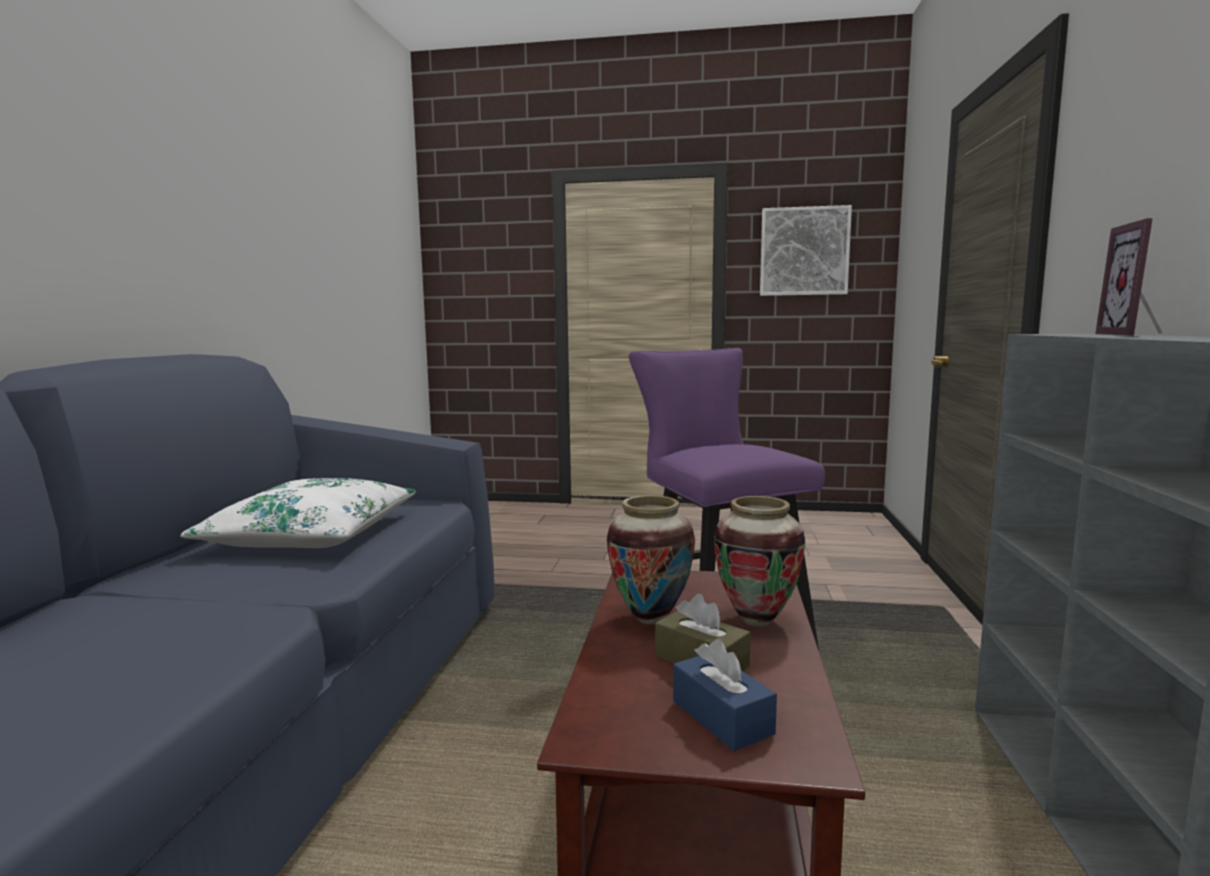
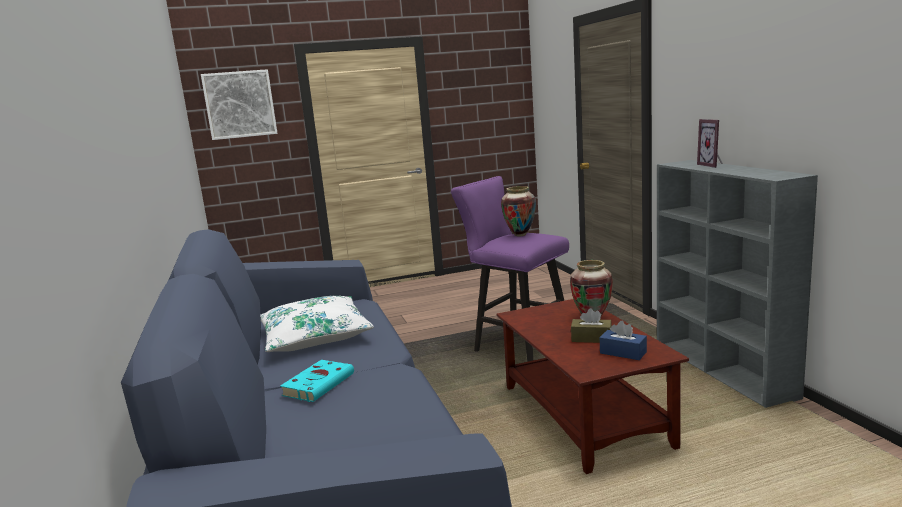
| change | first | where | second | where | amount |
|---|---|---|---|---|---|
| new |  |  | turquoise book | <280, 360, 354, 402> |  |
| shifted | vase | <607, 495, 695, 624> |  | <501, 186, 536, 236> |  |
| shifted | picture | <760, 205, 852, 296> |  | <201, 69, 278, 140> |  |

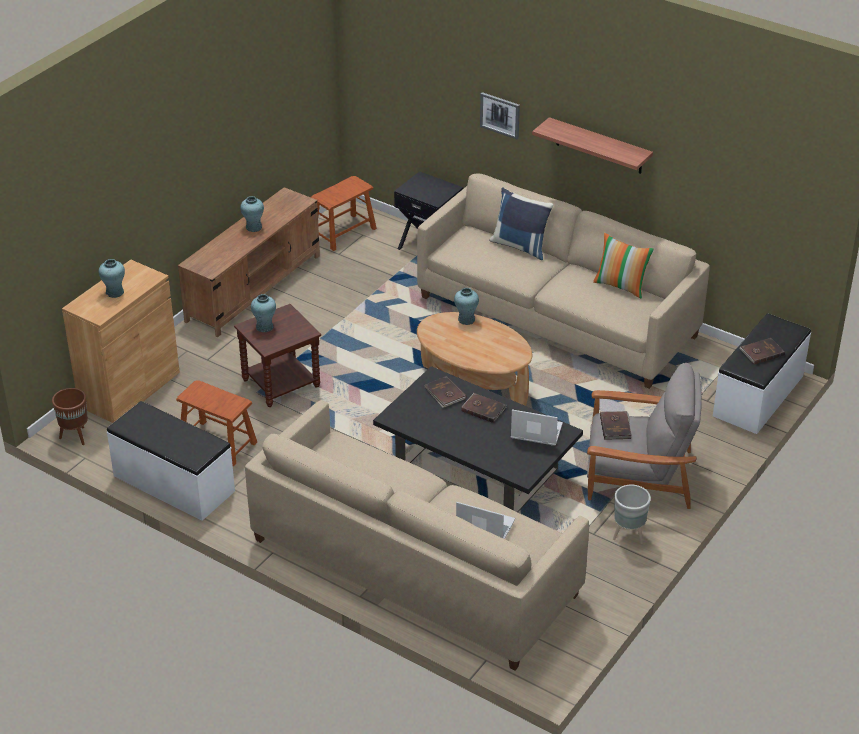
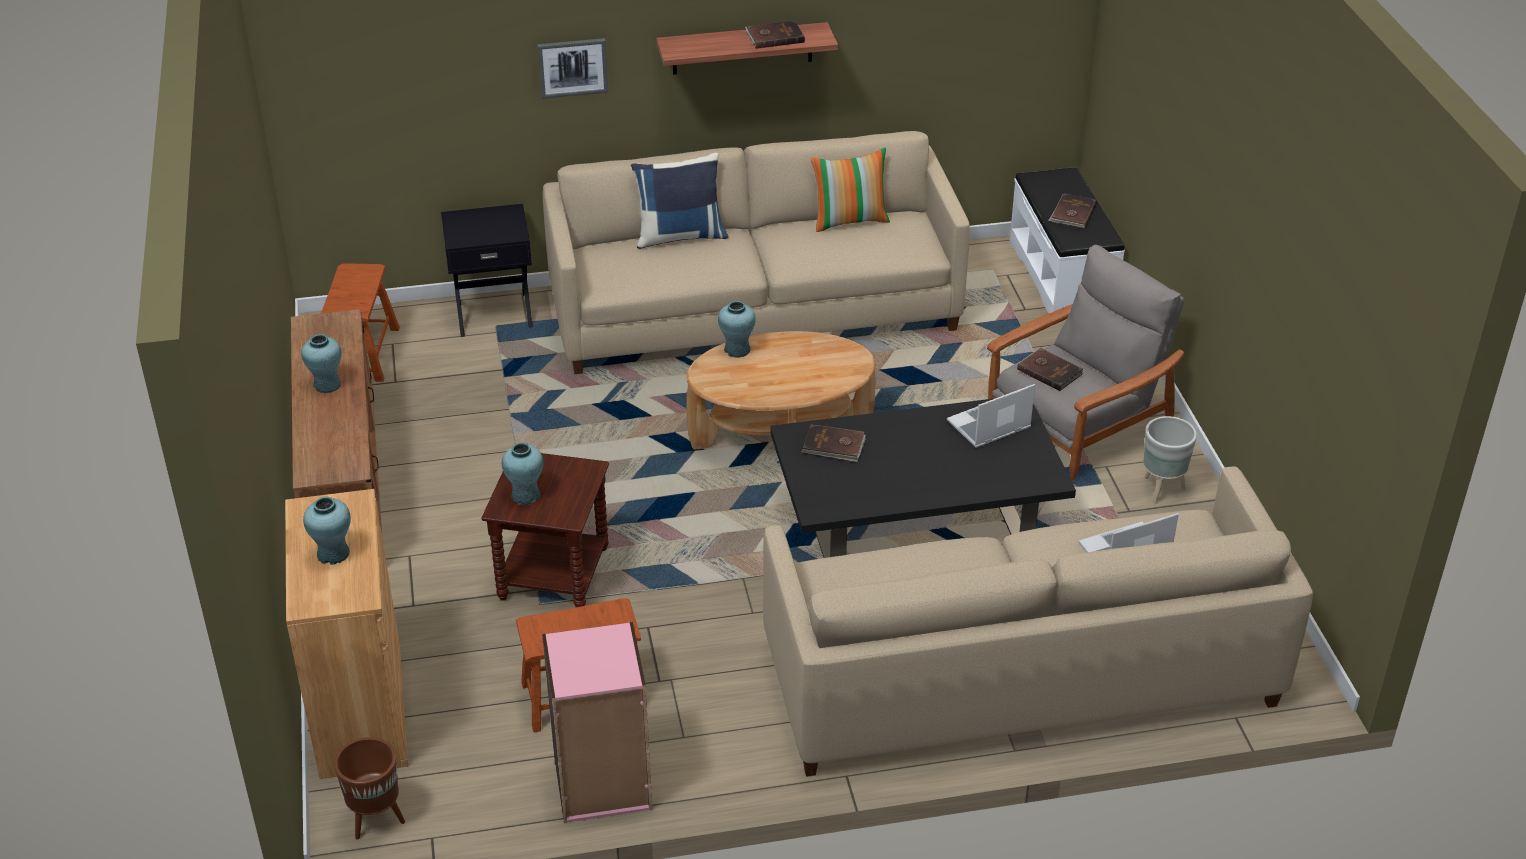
| change | first | where | second | where | amount |
|---|---|---|---|---|---|
| shifted | brown book | <461, 393, 507, 423> |  | <745, 20, 805, 49> |  |
| swapped | white bench | <107, 401, 235, 521> | pink bookcase | <542, 622, 652, 823> |  |

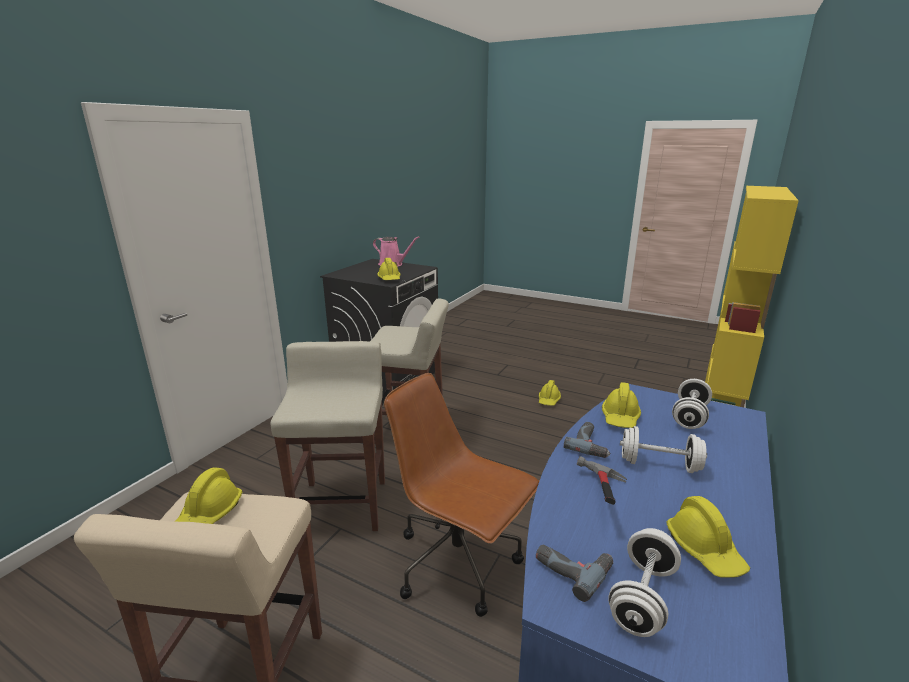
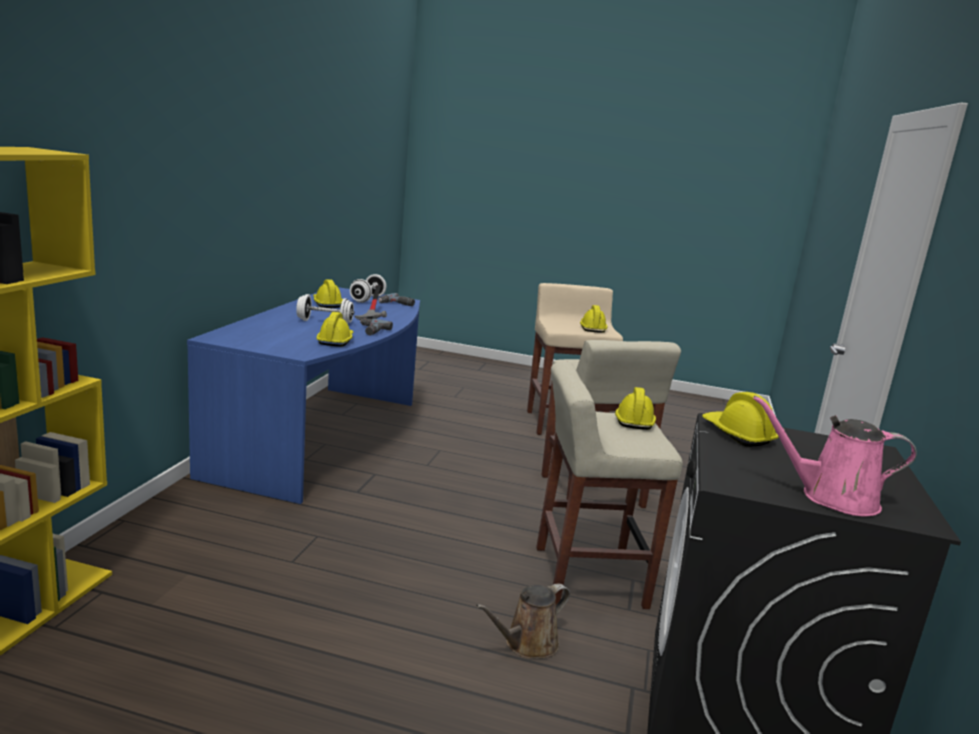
| change | first | where | second | where | amount |
|---|---|---|---|---|---|
| gone | brown office chair | <384, 373, 539, 617> |  |  |  |
| gone | white dumbbell | <672, 379, 712, 429> |  |  |  |
| new |  |  | brown watering can | <476, 584, 570, 658> |  |
| shifted | yellow hard hat | <539, 380, 561, 406> |  | <615, 387, 656, 430> |  |

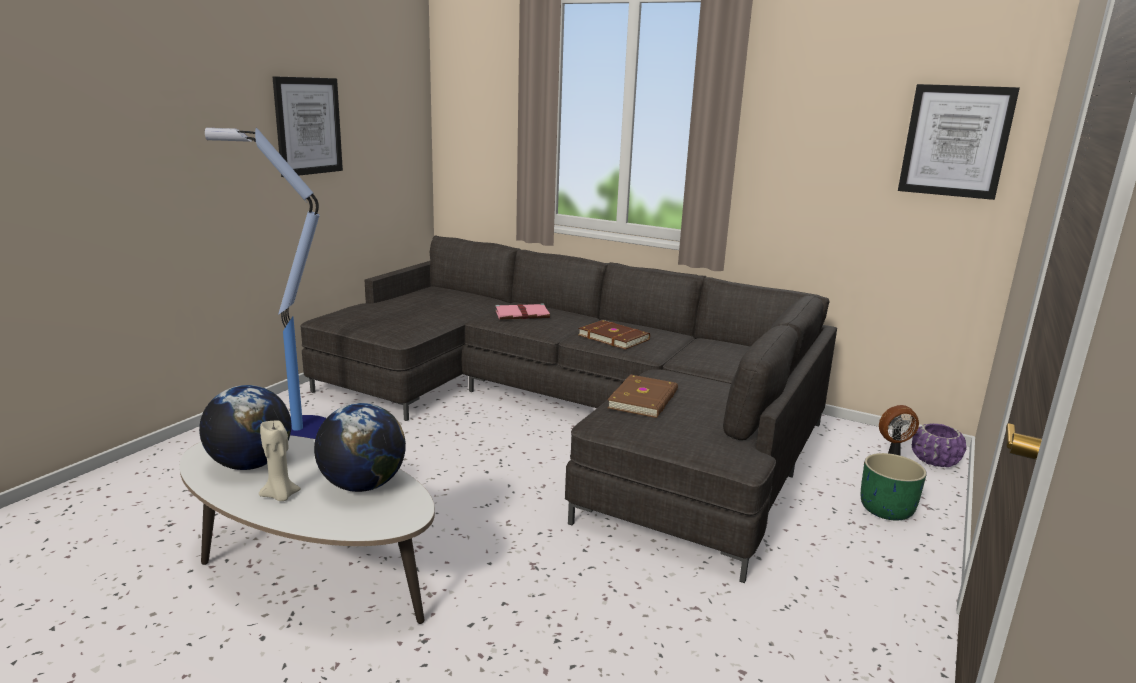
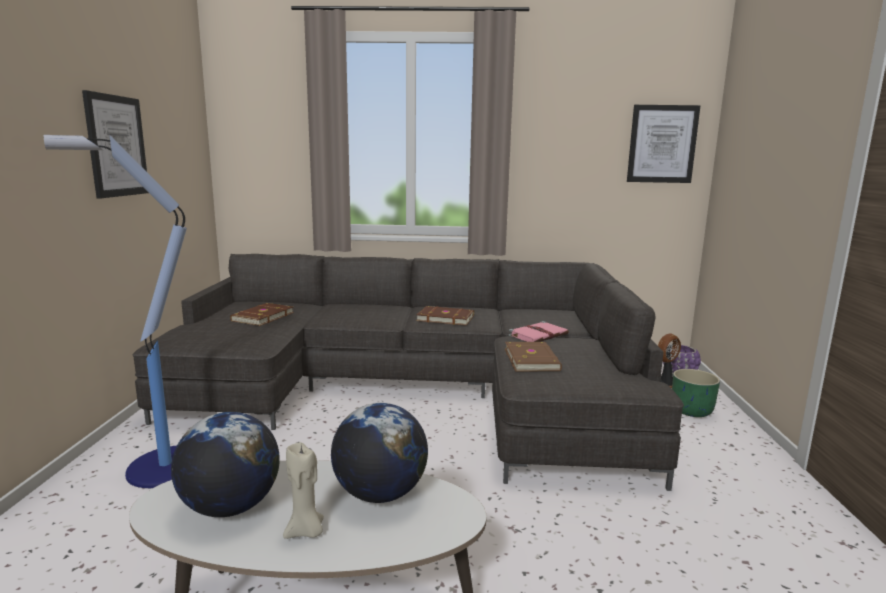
| change | first | where | second | where | amount |
|---|---|---|---|---|---|
| new |  |  | brown book | <230, 303, 294, 326> |  |
| shifted | pink book | <495, 304, 550, 319> |  | <509, 321, 569, 342> |  |

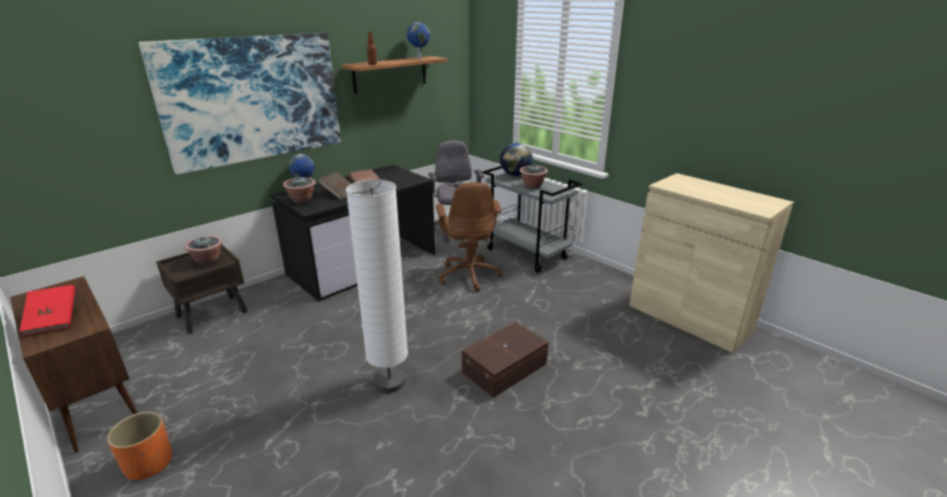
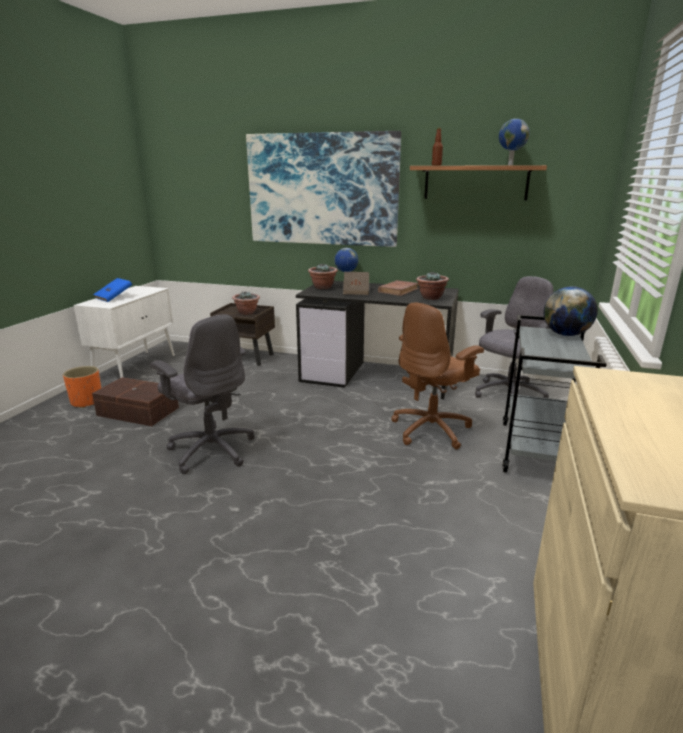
| change | first | where | second | where | amount |
|---|---|---|---|---|---|
| shifted | brown storage box | <462, 322, 549, 398> |  | <92, 377, 179, 426> |  |
| shifted | potted plant | <520, 164, 548, 189> |  | <416, 272, 449, 300> |  |
| swapped | white floor lamp | <346, 180, 408, 393> | grey office chair | <150, 314, 255, 474> |  |
| repainted | brown cabinet | <10, 276, 138, 452> | white cabinet | <73, 286, 175, 378> |  |
| repainted | red book | <19, 285, 75, 336> | blue book | <93, 278, 132, 302> |  |

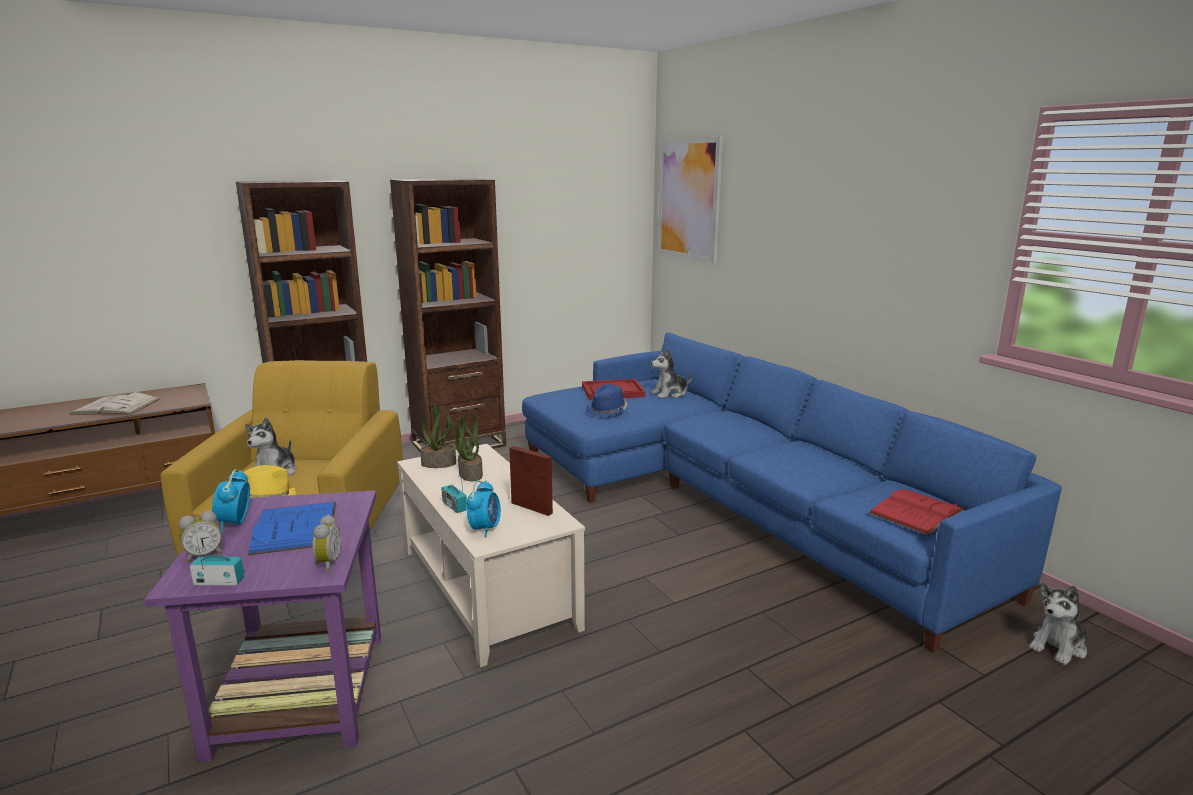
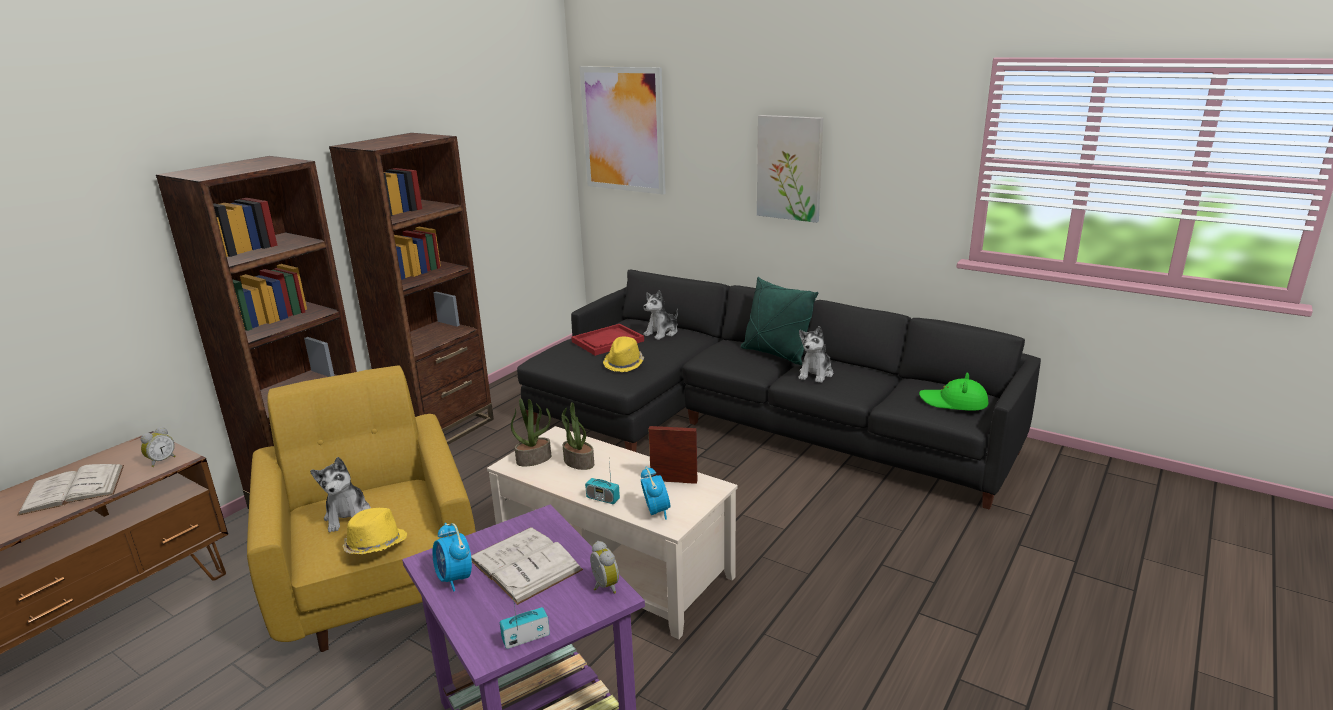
| change | first | where | second | where | amount |
|---|---|---|---|---|---|
| new |  |  | green pillow | <741, 277, 818, 365> |  |
| new |  |  | picture | <757, 115, 823, 223> |  |
| shifted | alarm clock | <179, 511, 222, 562> |  | <141, 427, 176, 467> |  |
| shifted | plush toy | <1029, 582, 1087, 665> |  | <798, 326, 833, 383> |  |
| swapped | red book | <869, 489, 964, 535> | green hat | <919, 372, 988, 411> |  |
| repainted | blue book | <248, 502, 336, 555> | white book | <471, 527, 583, 605> |  |
| repainted | blue sofa | <522, 332, 1062, 653> | black sofa | <517, 270, 1041, 510> |  |
| repainted | blue hat | <586, 384, 627, 417> | yellow hat | <603, 336, 644, 372> |  |

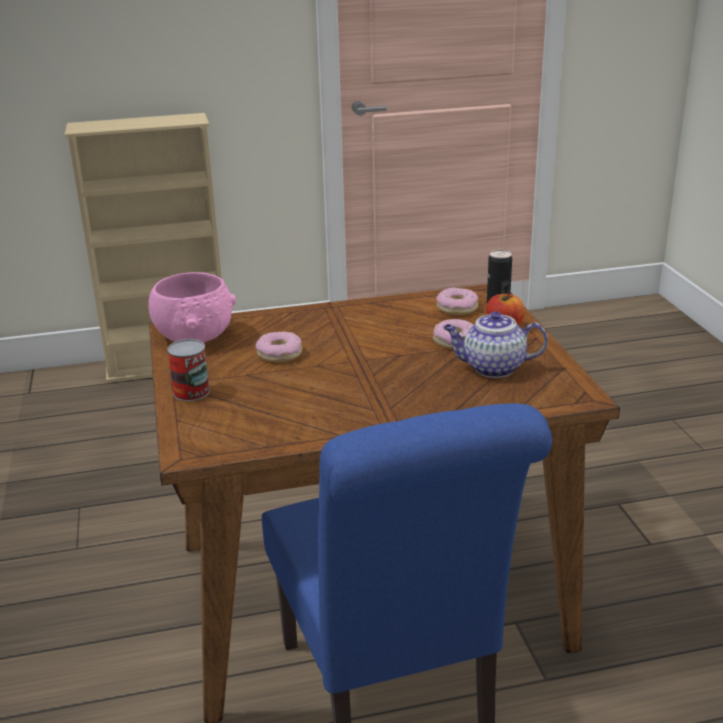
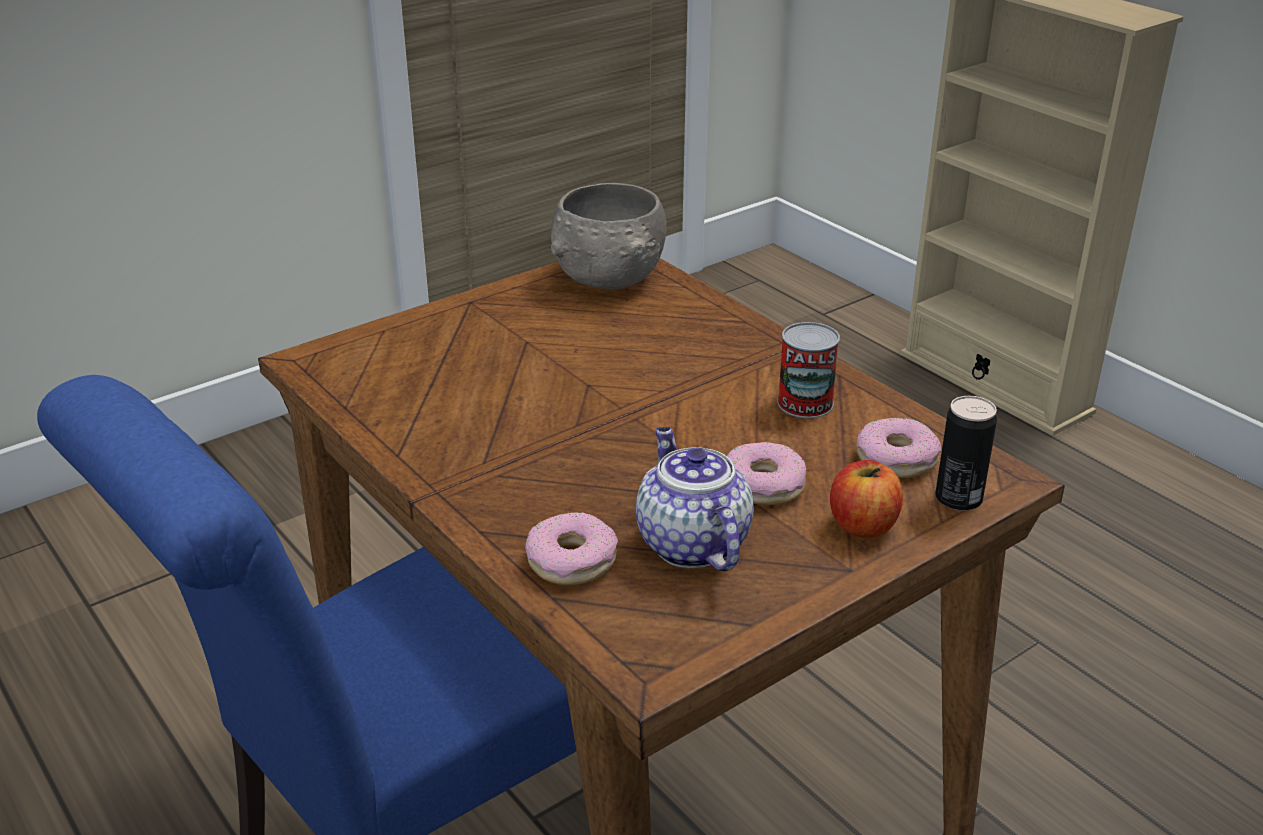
| change | first | where | second | where | amount |
|---|---|---|---|---|---|
| shifted | can | <167, 339, 210, 401> |  | <777, 322, 840, 418> |  |
| shifted | donut | <255, 332, 302, 362> |  | <525, 512, 618, 585> |  |
| repainted | pink bowl | <148, 272, 236, 342> | grey bowl | <551, 183, 667, 289> |  |

